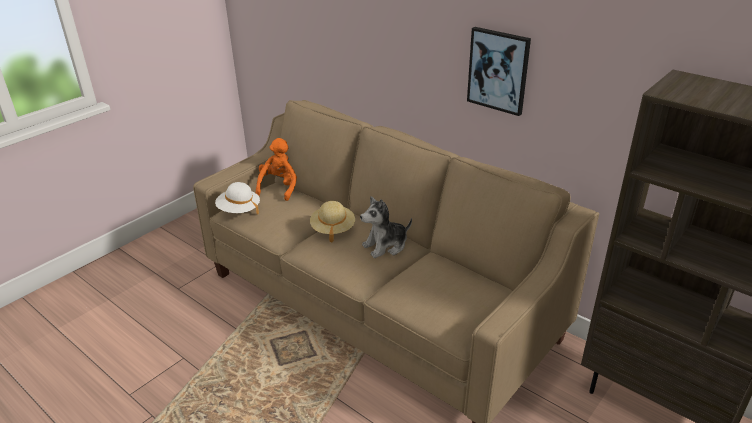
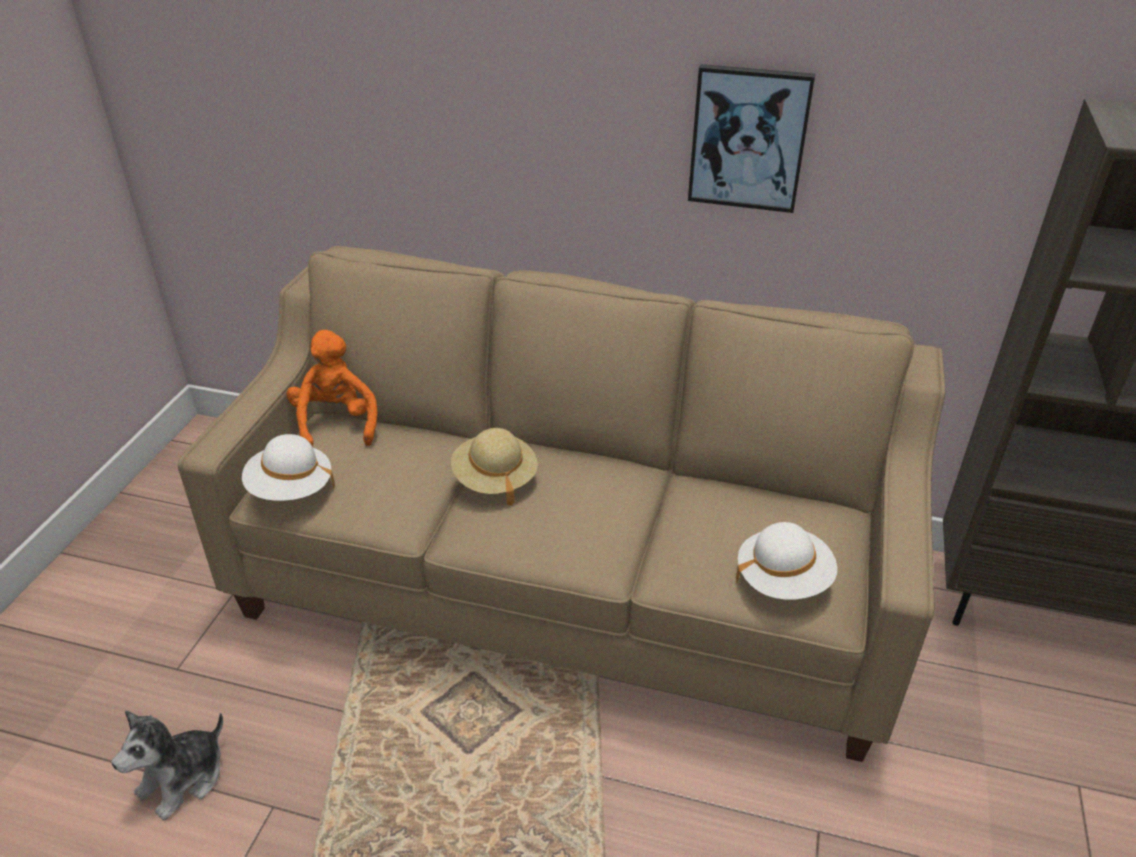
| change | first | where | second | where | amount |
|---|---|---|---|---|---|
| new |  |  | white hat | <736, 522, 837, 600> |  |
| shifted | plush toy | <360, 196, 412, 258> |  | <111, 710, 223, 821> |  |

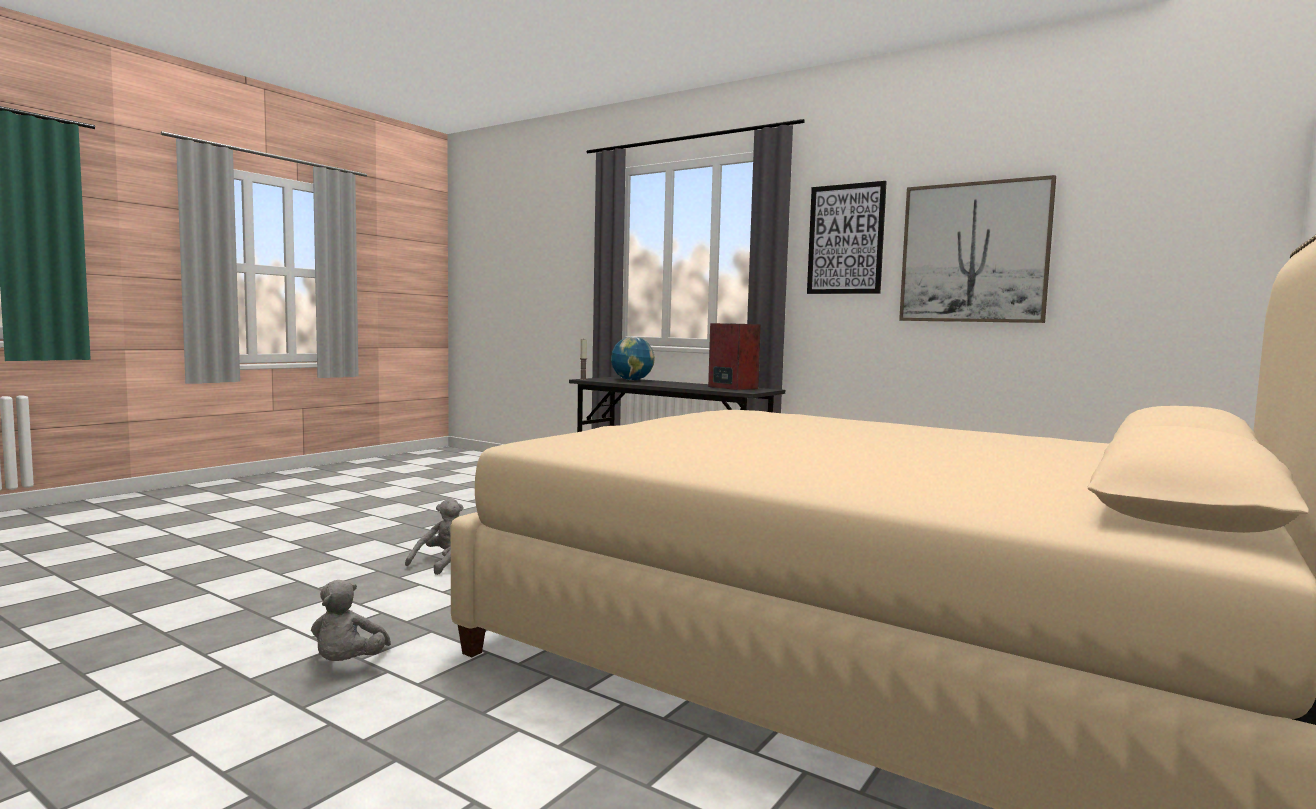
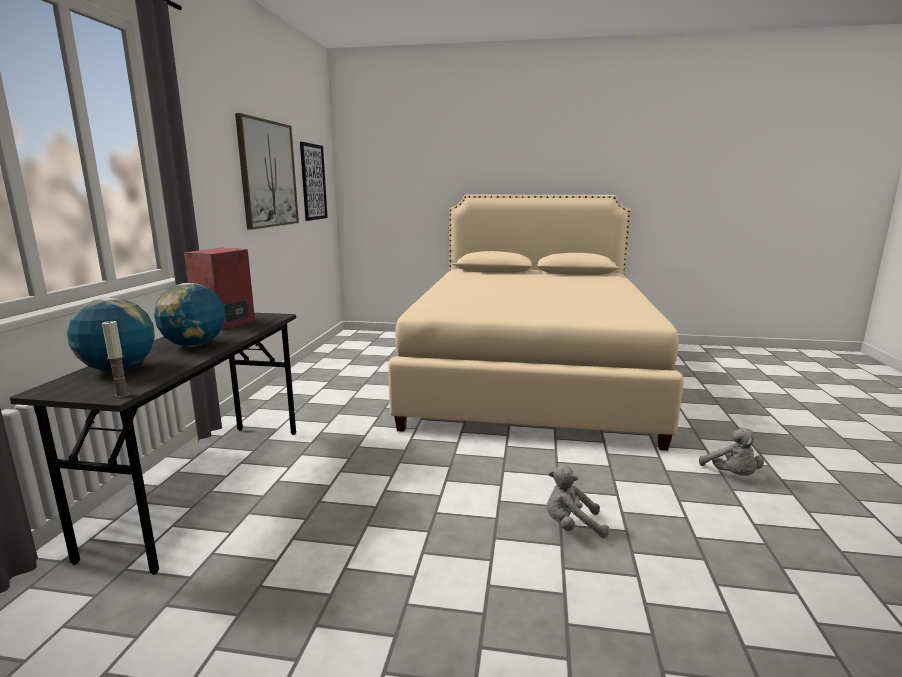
| change | first | where | second | where | amount |
|---|---|---|---|---|---|
| new |  |  | globe | <154, 283, 225, 347> |  |
| shifted | picture | <807, 181, 887, 294> |  | <300, 142, 328, 221> |  |
| rotated | grey plush toy | <311, 580, 391, 661> |  | <699, 428, 764, 476> | 105 degrees clockwise |

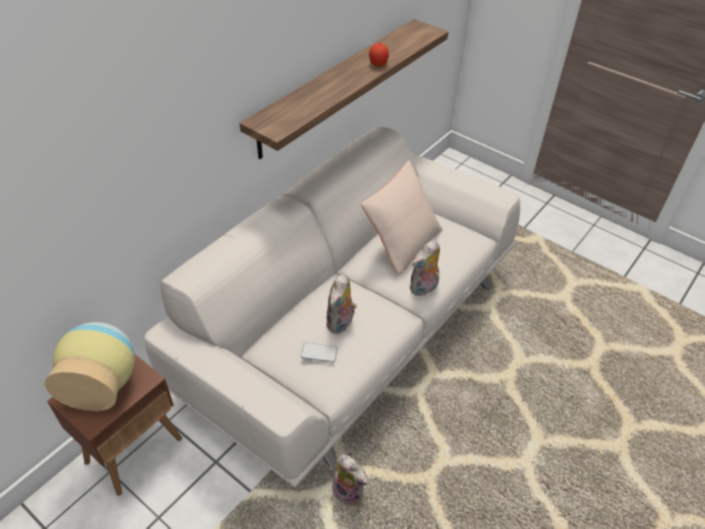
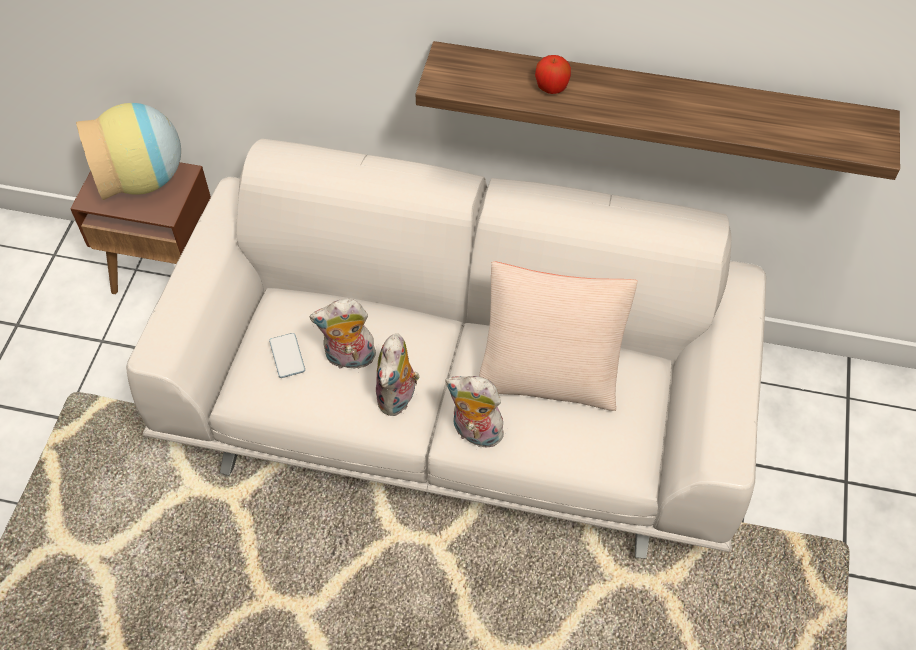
| change | first | where | second | where | amount |
|---|---|---|---|---|---|
| shifted | plush toy | <332, 455, 368, 506> |  | <376, 333, 420, 416> |  |
| shifted | apple | <369, 43, 389, 67> |  | <535, 55, 571, 94> |  |

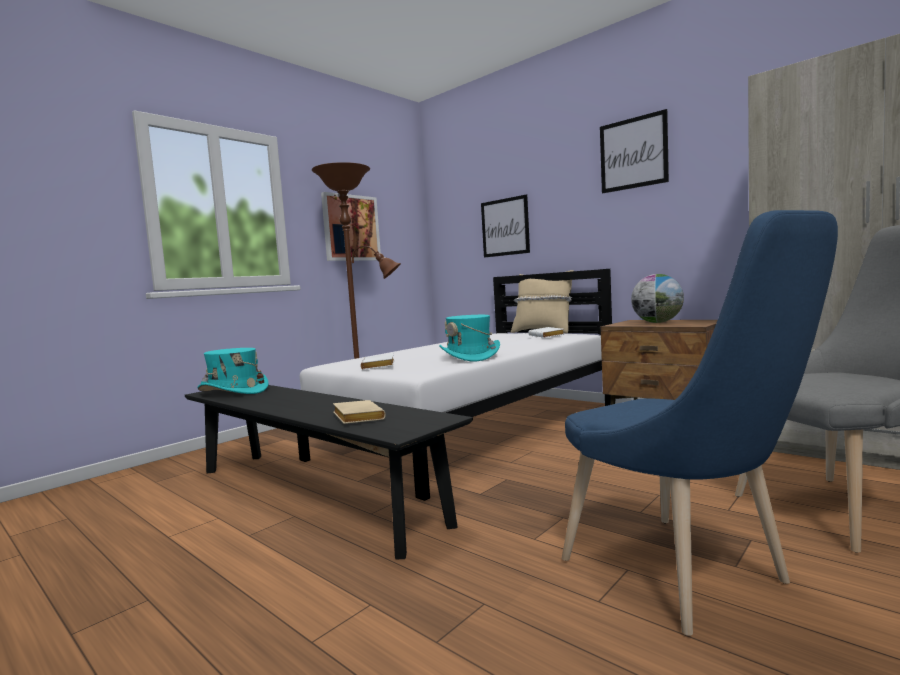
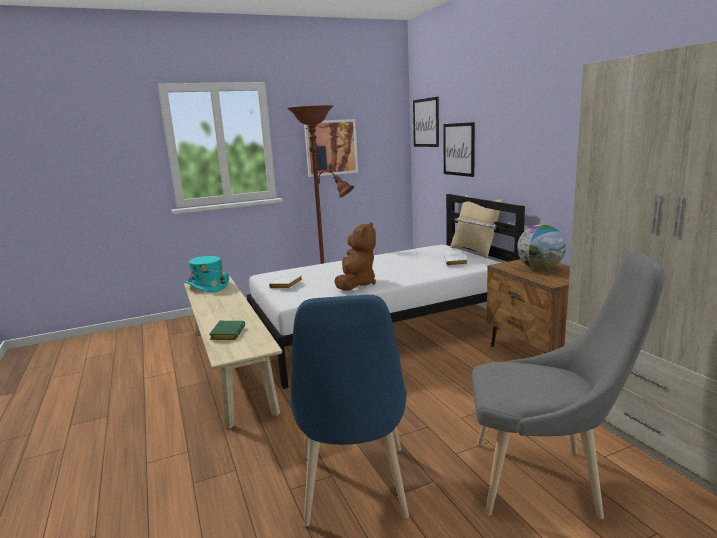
| change | first | where | second | where | amount |
|---|---|---|---|---|---|
| shifted | picture | <600, 109, 669, 193> |  | <413, 97, 439, 147> |  |
| swapped | turquoise hat | <439, 315, 500, 361> | brown plush toy | <334, 222, 376, 290> |  |
| repainted | black bench | <185, 385, 473, 559> | beige bench | <184, 276, 282, 429> |  |
| repainted | beige book | <333, 400, 386, 424> | green book | <209, 321, 245, 340> |  |

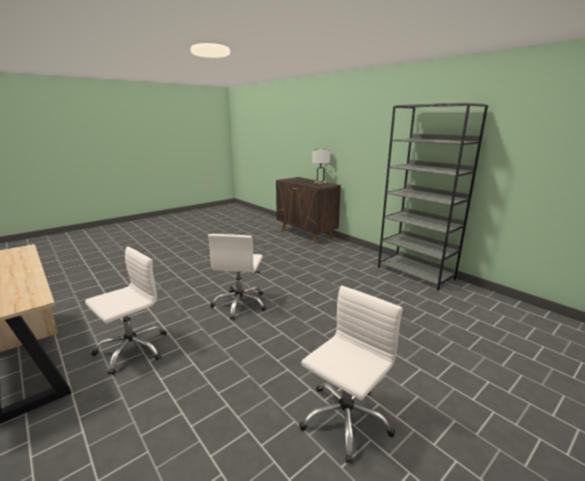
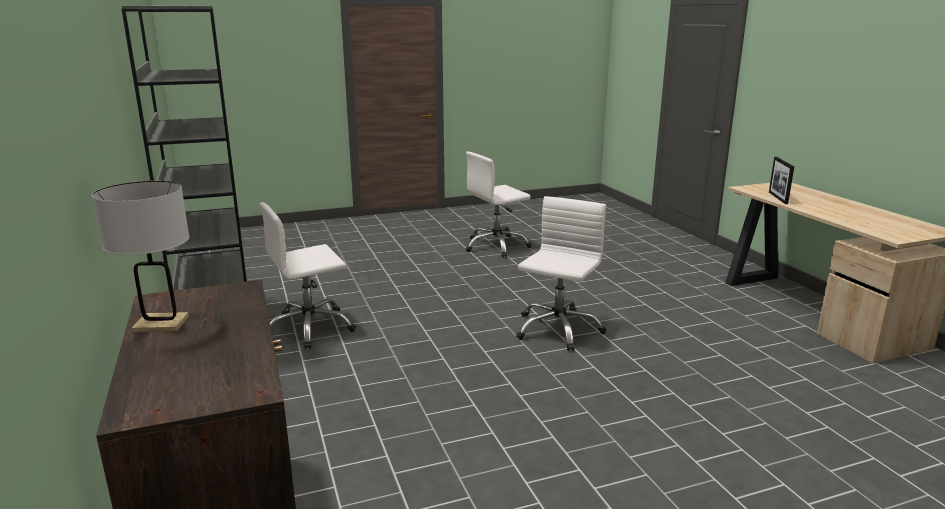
| change | first | where | second | where | amount |
|---|---|---|---|---|---|
| new |  |  | picture frame | <769, 157, 794, 204> |  |
| shifted | white office chair | <85, 247, 167, 375> |  | <260, 202, 356, 349> |  |

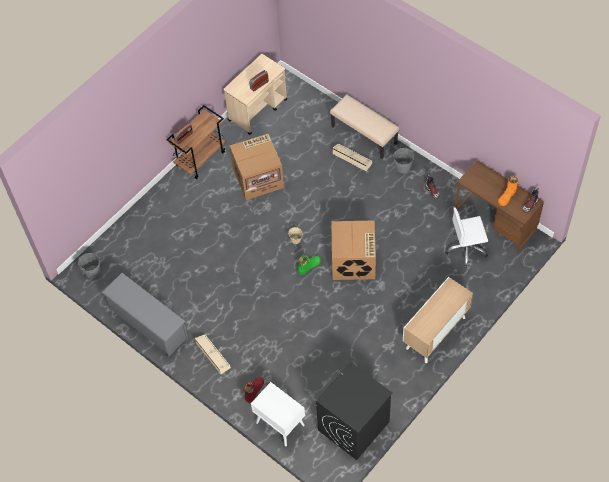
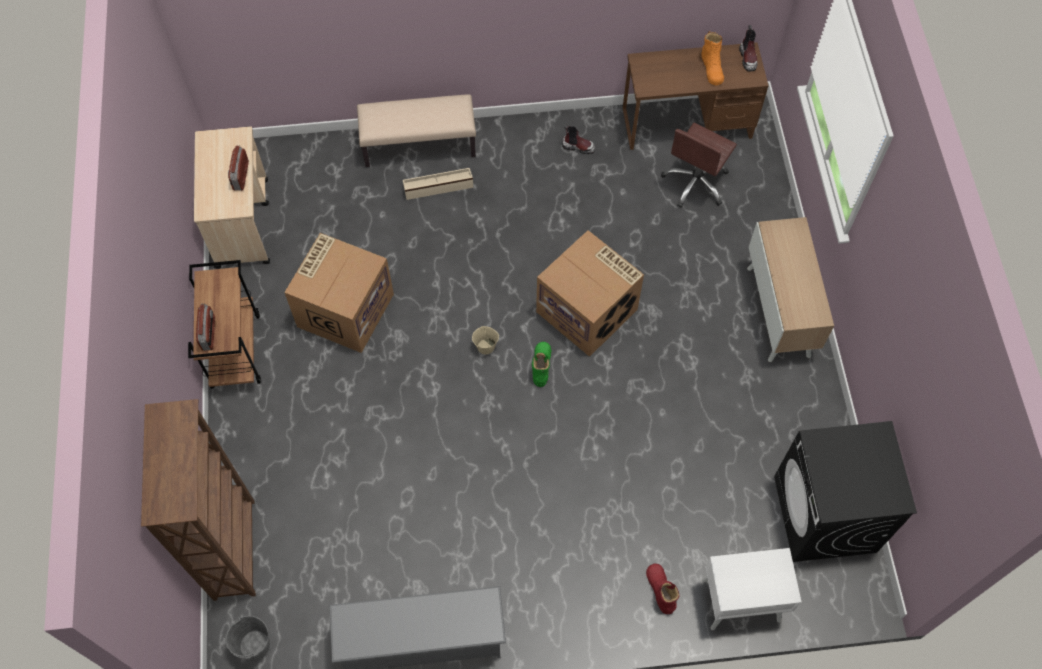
| change | first | where | second | where | amount |
|---|---|---|---|---|---|
| gone | beige storage box | <195, 335, 231, 374> |  |  |  |
| gone | grey bucket | <394, 148, 414, 173> |  |  |  |
| new |  |  | brown bookcase | <141, 399, 256, 601> |  |
| repainted | white office chair | <445, 207, 488, 267> | brown office chair | <661, 122, 737, 208> |  |

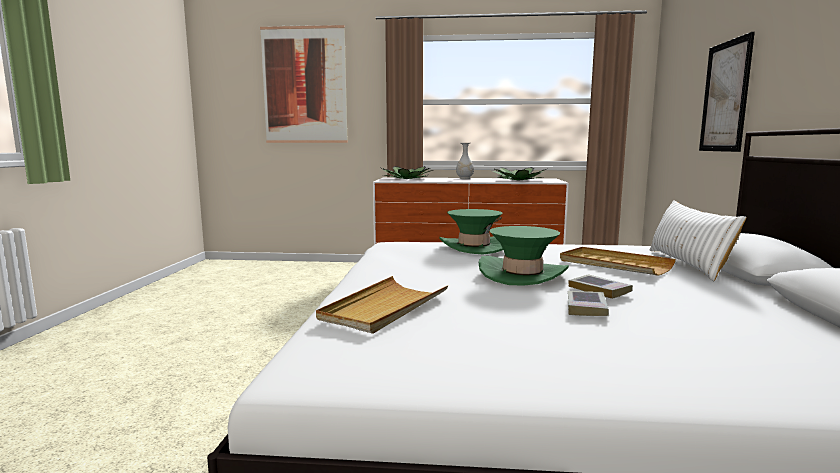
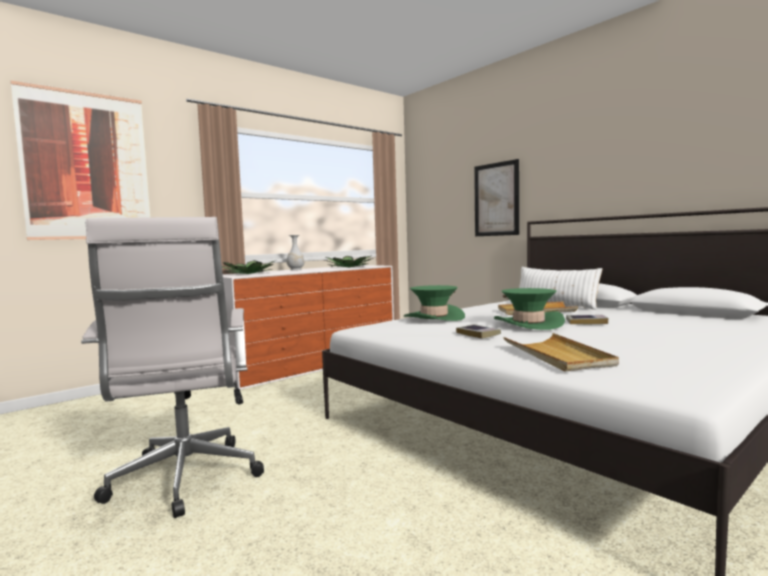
| change | first | where | second | where | amount |
|---|---|---|---|---|---|
| new |  |  | white office chair | <81, 217, 264, 518> |  |
| shifted | book | <568, 291, 609, 316> |  | <456, 324, 501, 339> |  |

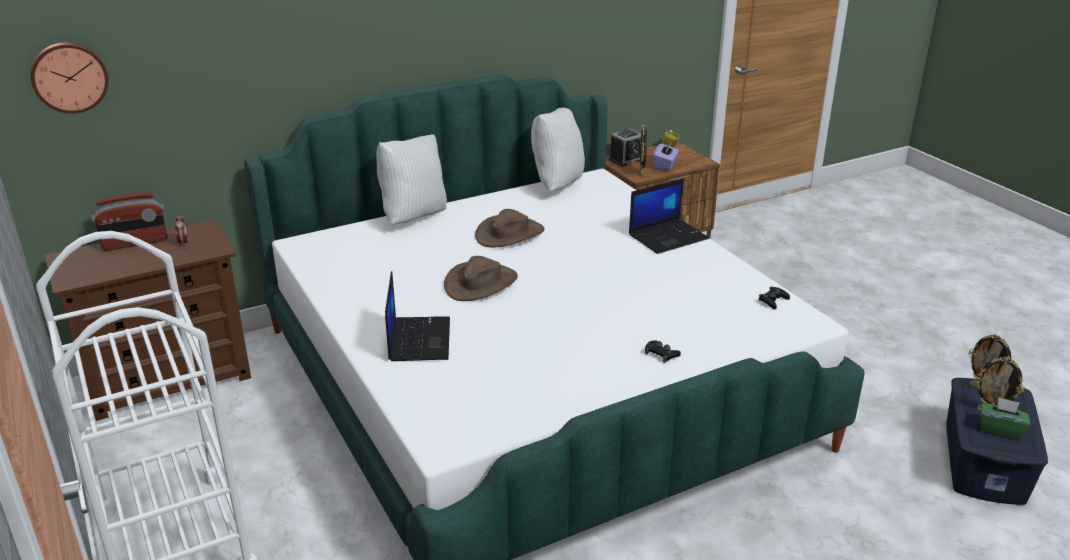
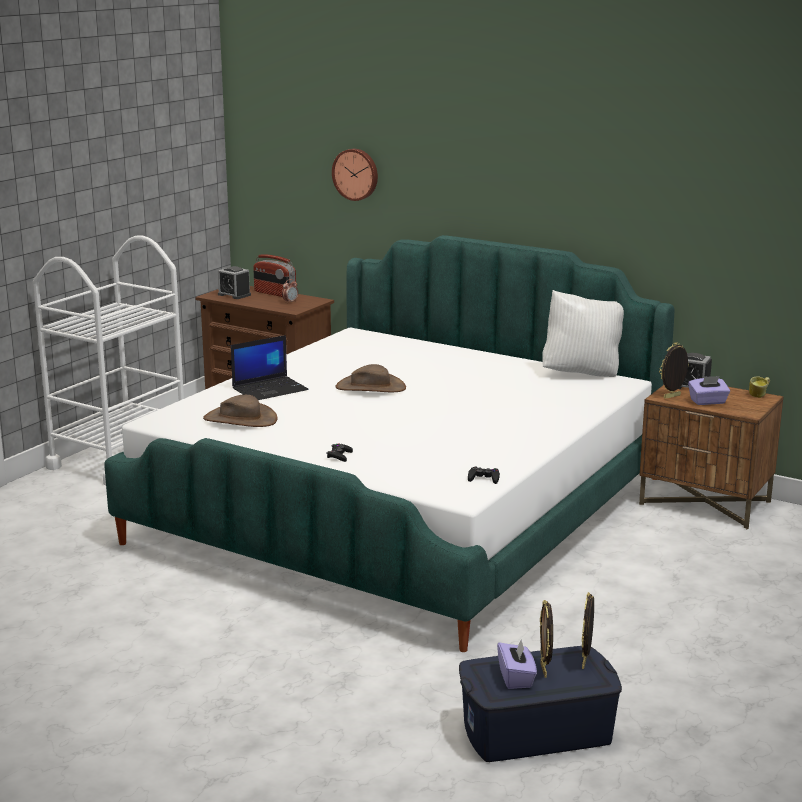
| change | first | where | second | where | amount |
|---|---|---|---|---|---|
| gone | white pillow | <376, 134, 447, 225> |  |  |  |
| gone | laptop | <629, 178, 709, 254> |  |  |  |
| new |  |  | alarm clock | <218, 266, 251, 299> |  |
| shifted | wall clock | <30, 42, 109, 114> |  | <332, 149, 378, 201> |  |
| shifted | brown hat | <475, 209, 544, 247> |  | <203, 395, 277, 427> |  |
| repainted | green tissue box | <981, 397, 1031, 440> | purple tissue box | <497, 638, 537, 689> |  |

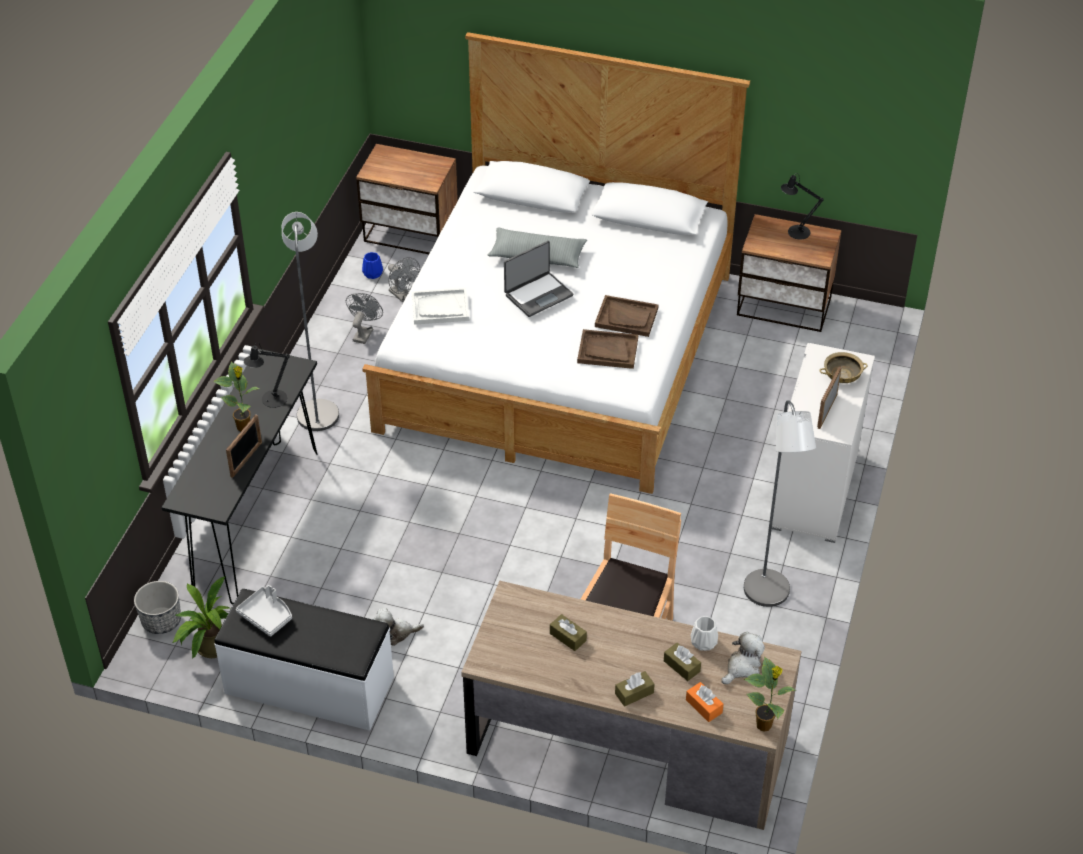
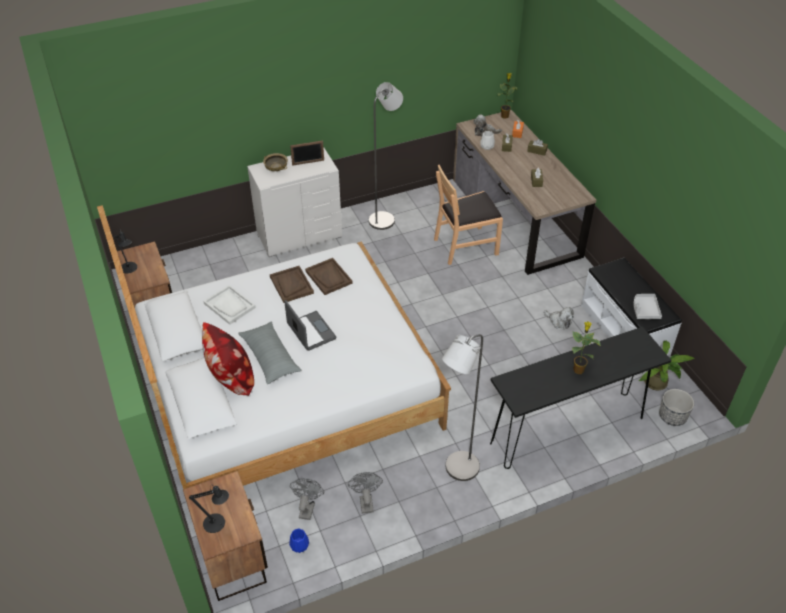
| change | first | where | second | where | amount |
|---|---|---|---|---|---|
| gone | picture frame | <226, 414, 262, 478> |  |  |  |
| new |  |  | pillow | <202, 322, 254, 396> |  |
| shifted | black table lamp | <244, 342, 290, 408> |  | <189, 485, 229, 533> |  |
| shifted | white tray | <412, 288, 469, 325> |  | <203, 285, 256, 325> |  |
| rotated | grey fan | <346, 293, 383, 344> |  | <348, 472, 383, 513> | 105 degrees clockwise |
| rotated | laptop | <504, 241, 573, 317> |  | <284, 300, 336, 351> | 45 degrees clockwise |

